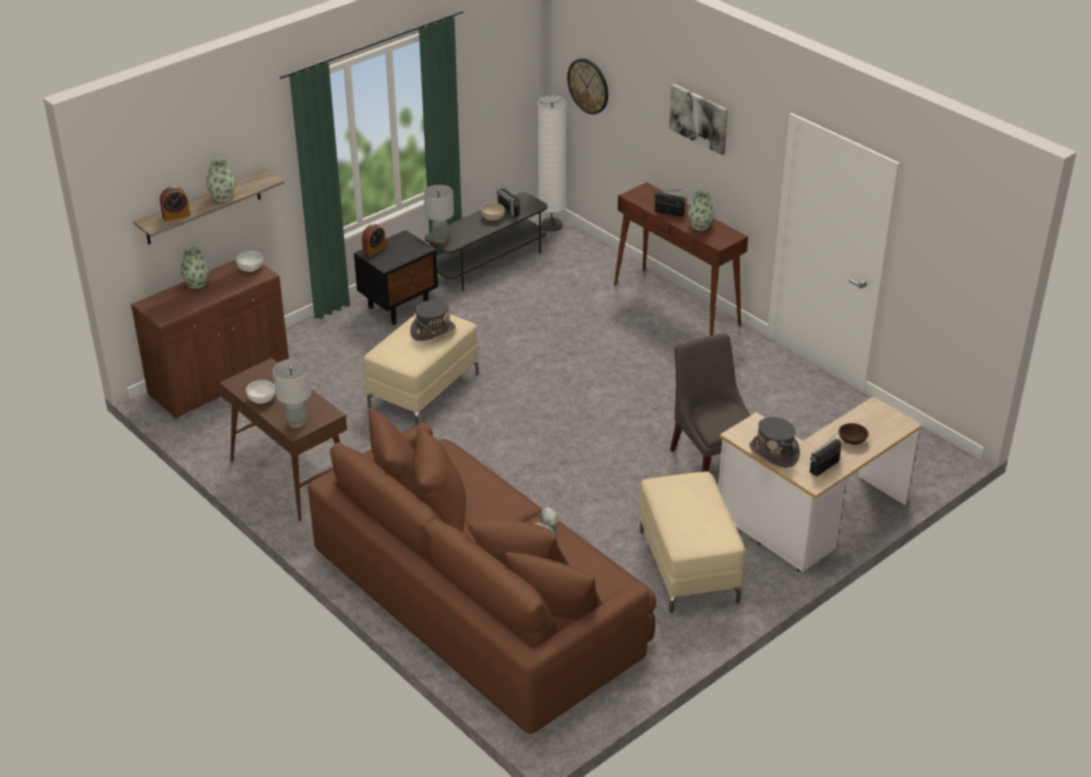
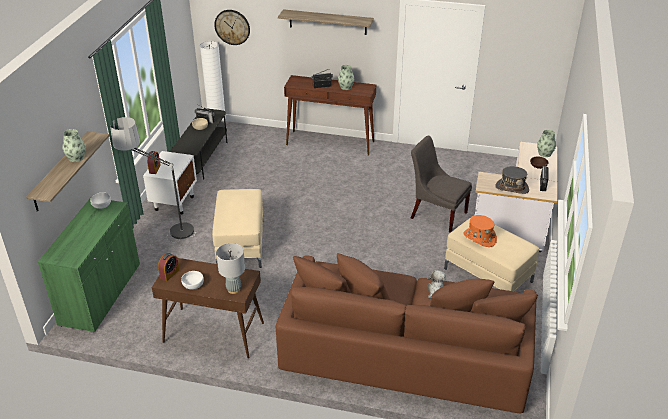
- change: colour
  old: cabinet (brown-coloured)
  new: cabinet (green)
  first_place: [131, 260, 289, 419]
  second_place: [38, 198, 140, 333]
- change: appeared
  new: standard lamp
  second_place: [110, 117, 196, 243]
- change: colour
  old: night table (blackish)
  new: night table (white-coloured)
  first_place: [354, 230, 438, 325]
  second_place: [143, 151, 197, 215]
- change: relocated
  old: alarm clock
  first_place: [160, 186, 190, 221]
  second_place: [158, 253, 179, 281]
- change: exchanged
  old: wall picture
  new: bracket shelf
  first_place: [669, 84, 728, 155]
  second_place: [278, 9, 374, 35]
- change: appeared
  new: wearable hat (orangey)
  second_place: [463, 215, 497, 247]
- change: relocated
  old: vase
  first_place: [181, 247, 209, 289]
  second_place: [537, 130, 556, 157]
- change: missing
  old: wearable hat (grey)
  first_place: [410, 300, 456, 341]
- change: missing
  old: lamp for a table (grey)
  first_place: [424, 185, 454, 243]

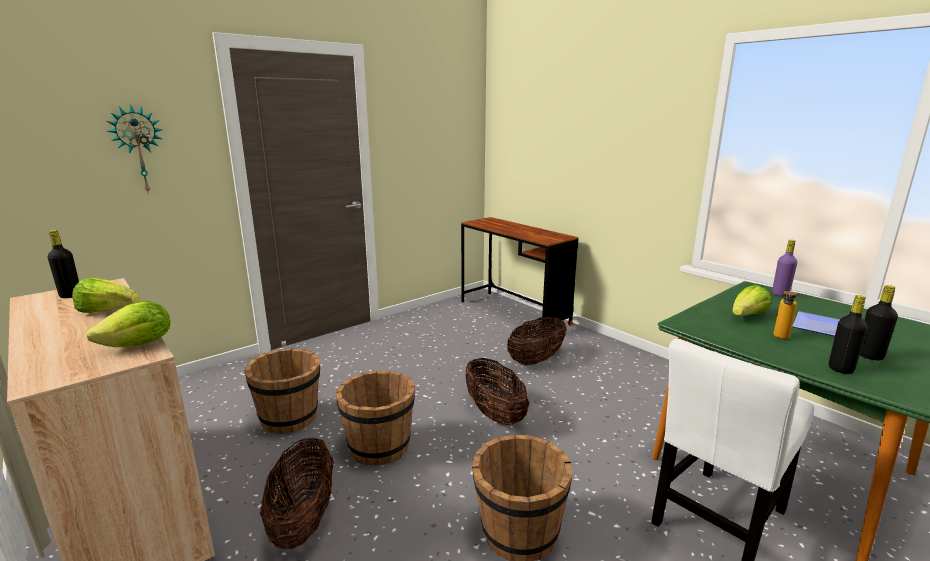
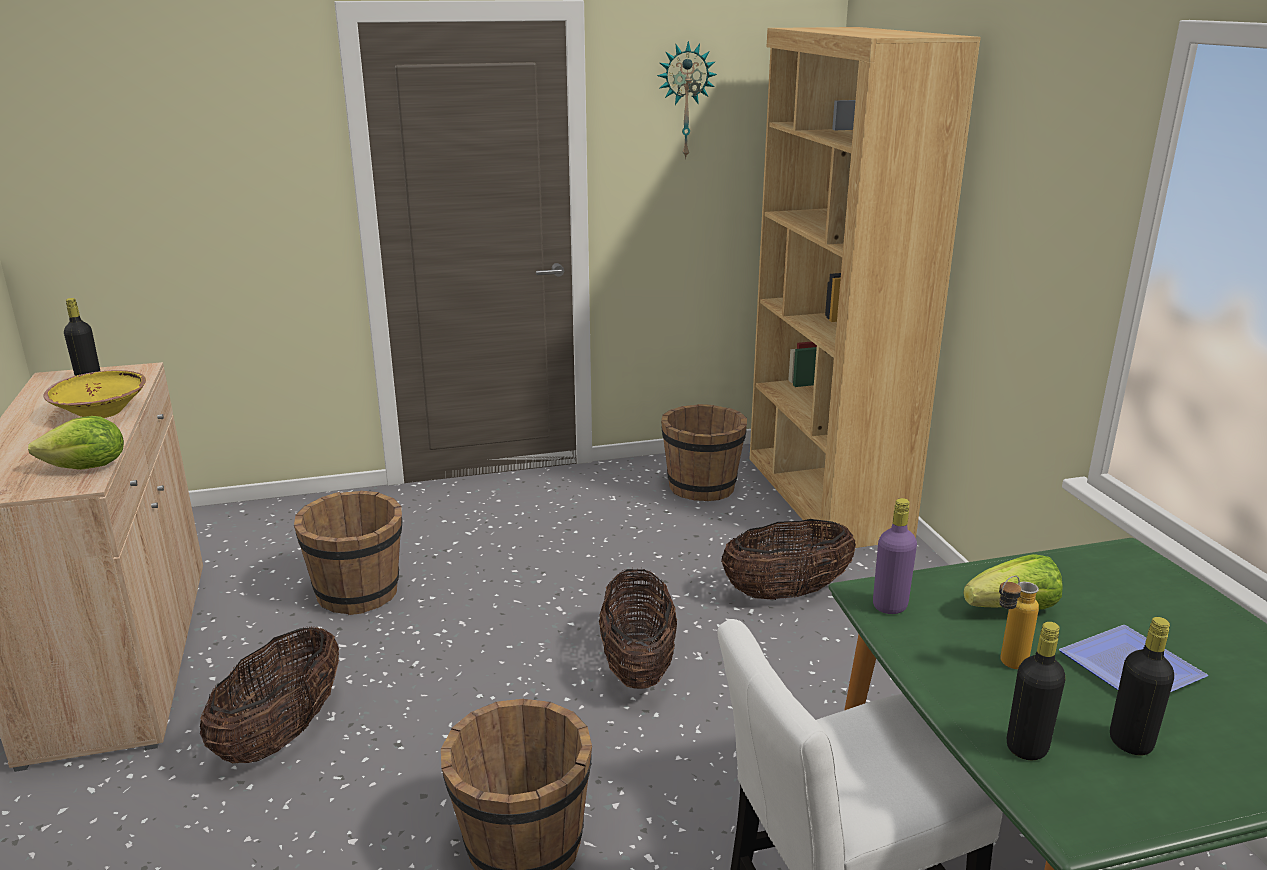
- change: exchanged
  old: lettuce head
  new: deep dish (yellow)
  first_place: [72, 277, 139, 313]
  second_place: [44, 370, 146, 418]
- change: relocated
  old: wall clock
  first_place: [107, 105, 162, 194]
  second_place: [657, 41, 717, 159]
- change: relocated
  old: pail (brown-coloured)
  first_place: [336, 371, 415, 465]
  second_place: [661, 404, 747, 501]
- change: exchanged
  old: desk table (brown-coloured)
  new: bookcase (brown-coloured)
  first_place: [461, 217, 578, 333]
  second_place: [750, 27, 981, 549]
- change: relocated
  old: drink bottle (purple-coloured)
  first_place: [772, 240, 797, 297]
  second_place: [873, 498, 917, 614]

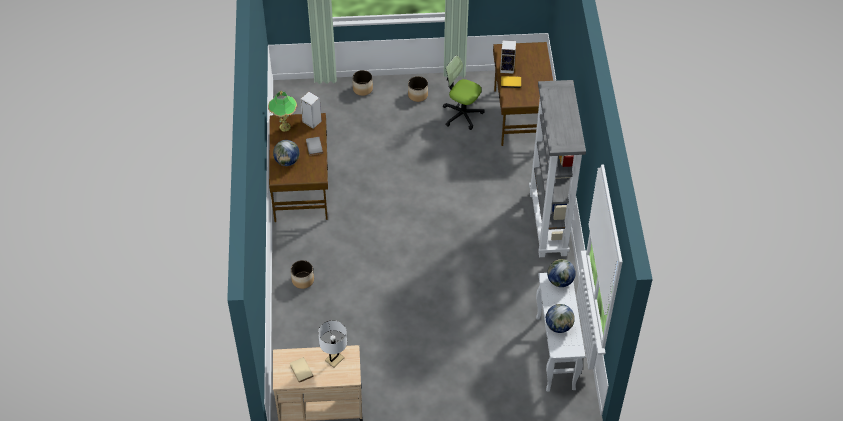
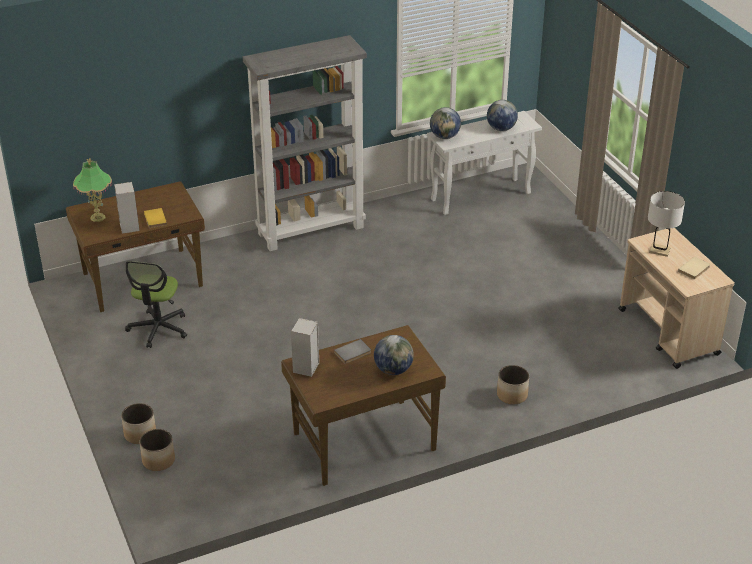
- change: relocated
  old: lamp for a table
  first_place: [268, 91, 297, 132]
  second_place: [73, 158, 112, 222]
- change: relocated
  old: planter
  first_place: [408, 76, 428, 102]
  second_place: [140, 429, 175, 471]

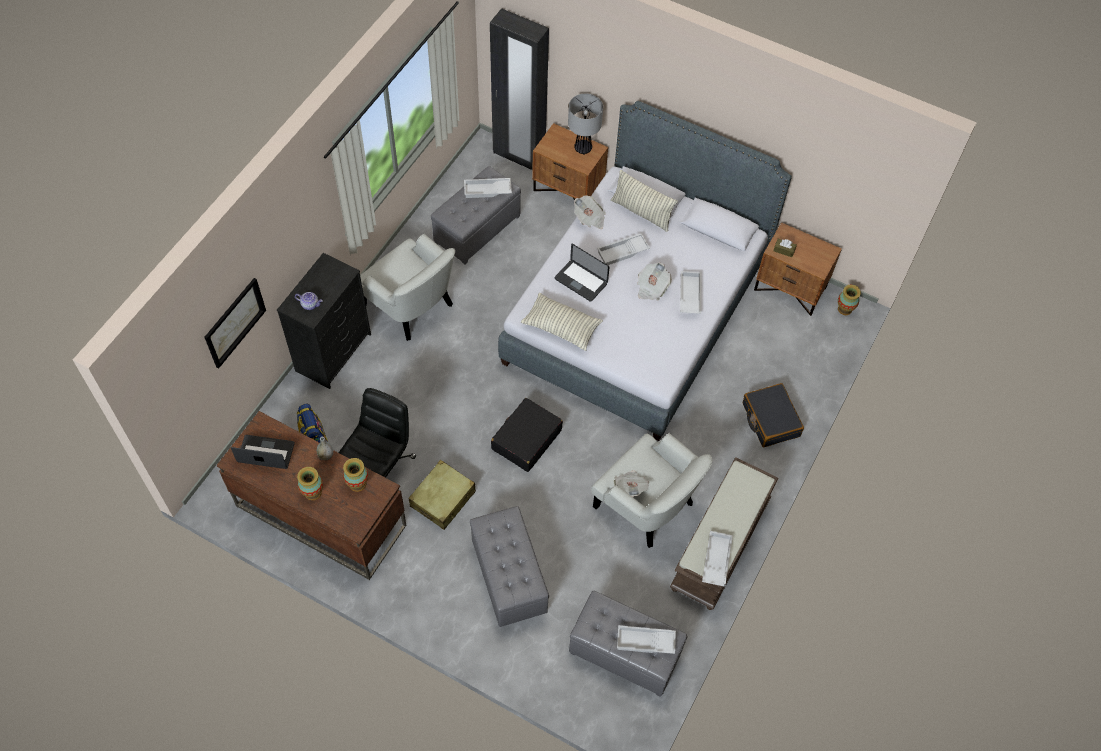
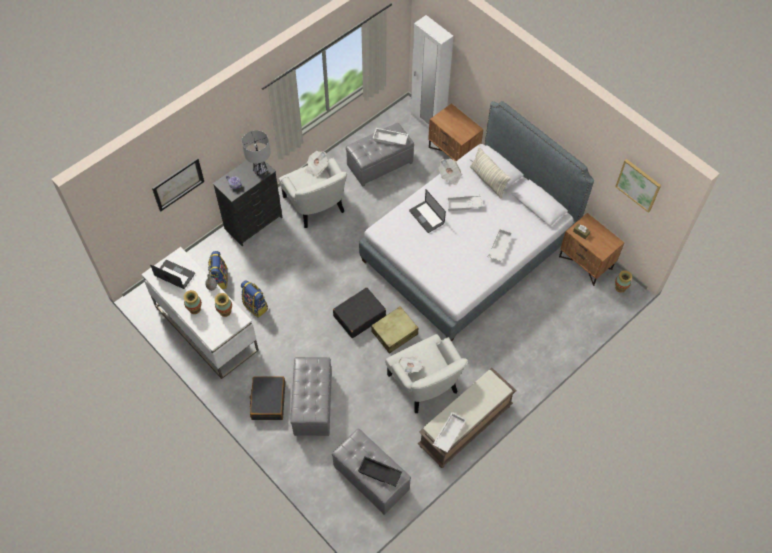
- change: colour
  old: desk table (brown-coloured)
  new: desk table (white-coloured)
  first_place: [216, 411, 406, 580]
  second_place: [141, 247, 259, 379]
- change: exchanged
  old: office chair (blackish)
  new: knapsack
  first_place: [339, 388, 416, 478]
  second_place: [241, 280, 268, 318]
- change: relocated
  old: lamp for a table
  first_place: [568, 94, 603, 155]
  second_place: [242, 130, 270, 176]
- change: relocated
  old: travel case (blackish)
  first_place: [743, 383, 804, 447]
  second_place: [249, 376, 285, 420]
- change: relocated
  old: newspaper
  first_place: [637, 263, 672, 300]
  second_place: [305, 151, 328, 176]
- change: colour
  old: tray (white-coloured)
  new: tray (blackish)
  first_place: [617, 625, 676, 654]
  second_place: [358, 456, 402, 487]
- change: relocated
  old: travel case (sand-coloured)
  first_place: [408, 460, 476, 530]
  second_place: [371, 306, 418, 354]
- change: colour
  old: clothes cupboard (blackish)
  new: clothes cupboard (white-coloured)
  first_place: [490, 8, 549, 170]
  second_place: [411, 15, 454, 129]
- change: appeared
  new: wall picture
  second_place: [615, 159, 661, 213]
- change: missing
  old: pillow
  first_place: [521, 293, 603, 351]

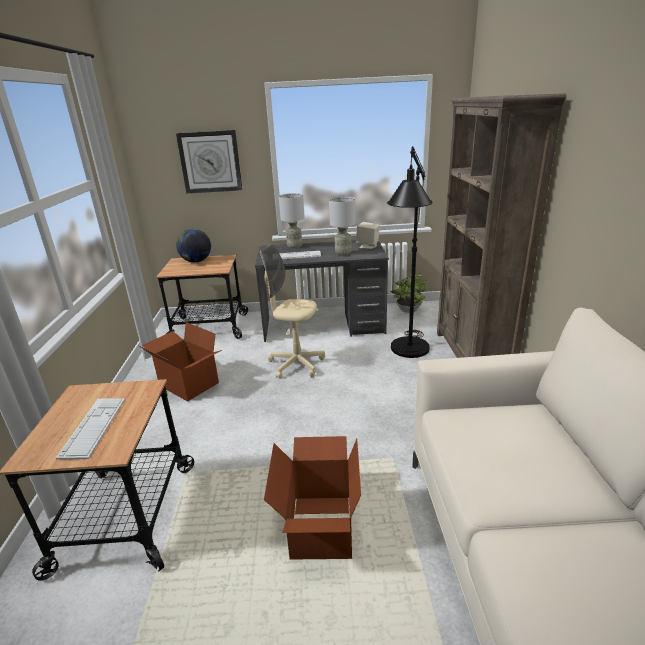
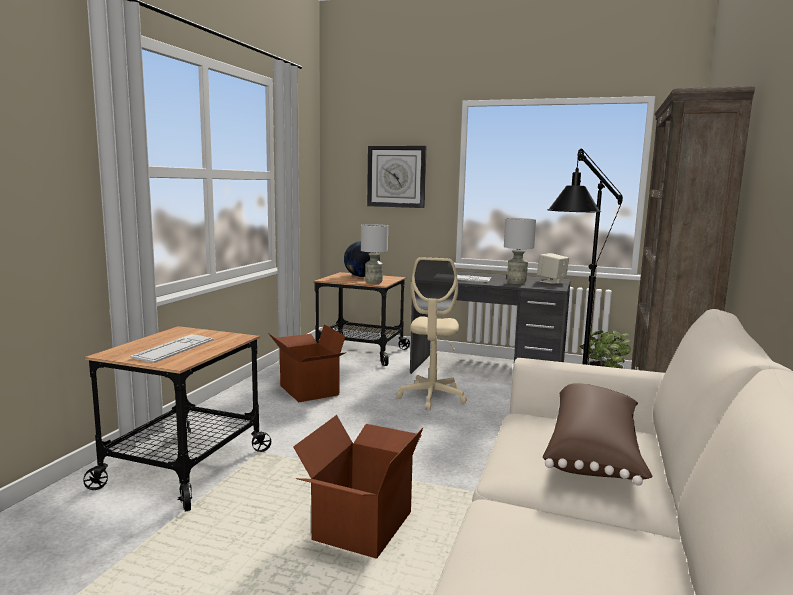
- change: relocated
  old: lamp for a table (grey)
  first_place: [279, 193, 305, 249]
  second_place: [361, 224, 388, 284]
- change: spun
  old: office chair (sand-coloured)
  first_place: [260, 244, 325, 379]
  second_place: [396, 257, 467, 410]
  degrees: -120
- change: appeared
  new: pillow (brown-coloured)
  second_place: [543, 383, 652, 486]

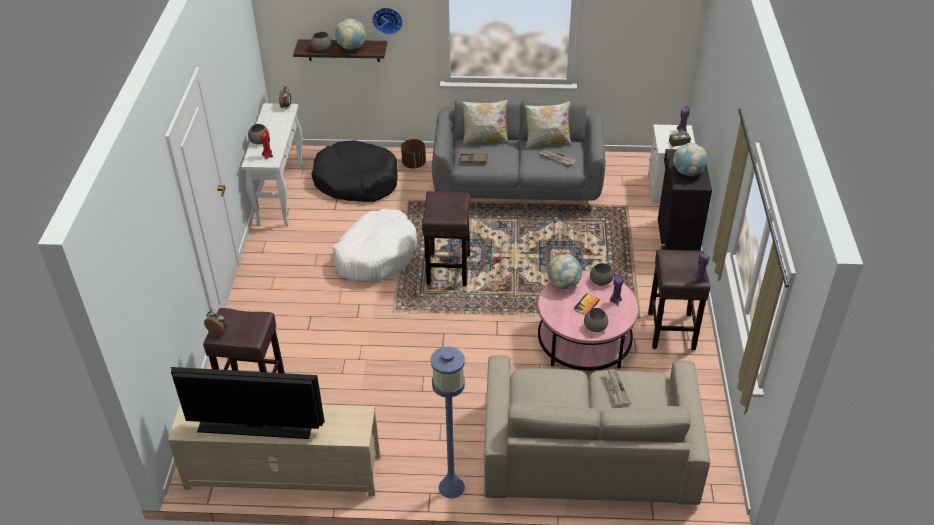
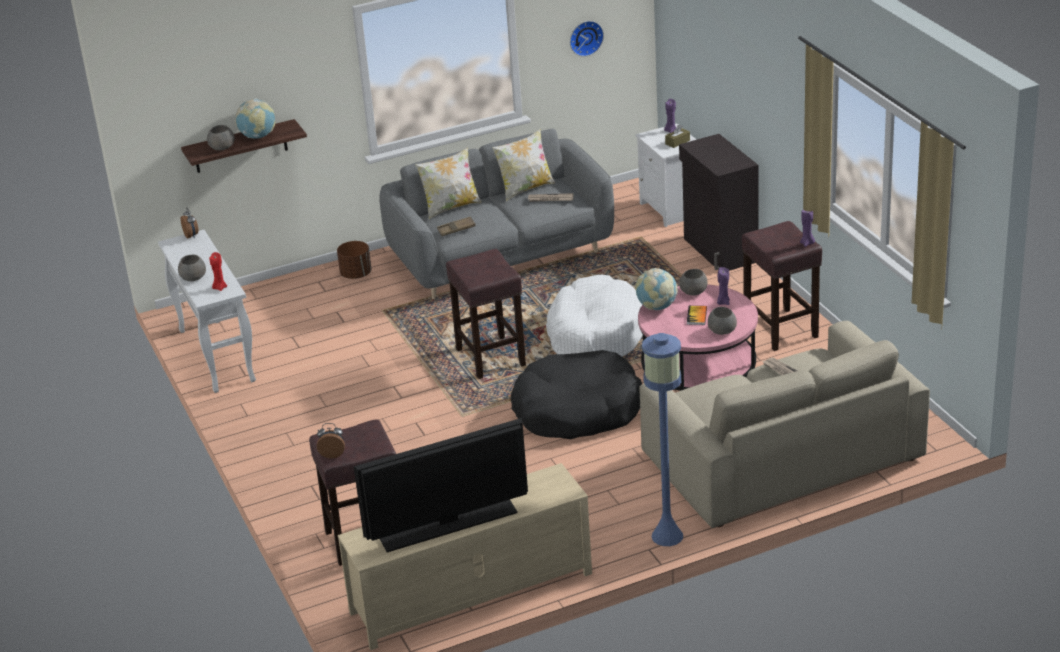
- change: relocated
  old: dog bed (blackish)
  first_place: [311, 140, 397, 202]
  second_place: [511, 350, 642, 439]
- change: relocated
  old: dog bed (white-coloured)
  first_place: [332, 208, 417, 282]
  second_place: [546, 275, 643, 357]
- change: relocated
  old: wall clock
  first_place: [372, 7, 403, 35]
  second_place: [570, 21, 604, 57]
- change: missing
  old: world globe
  first_place: [673, 143, 707, 176]

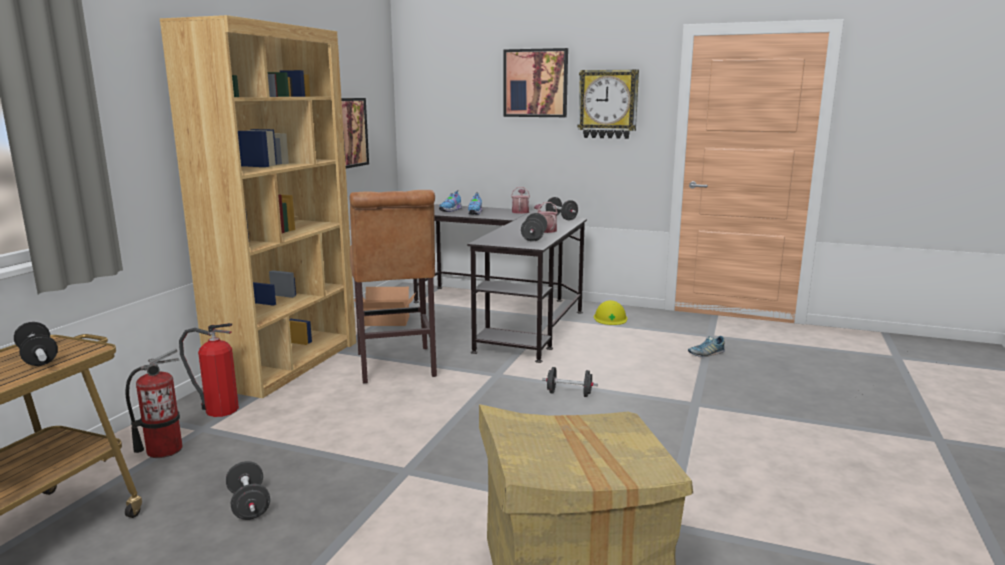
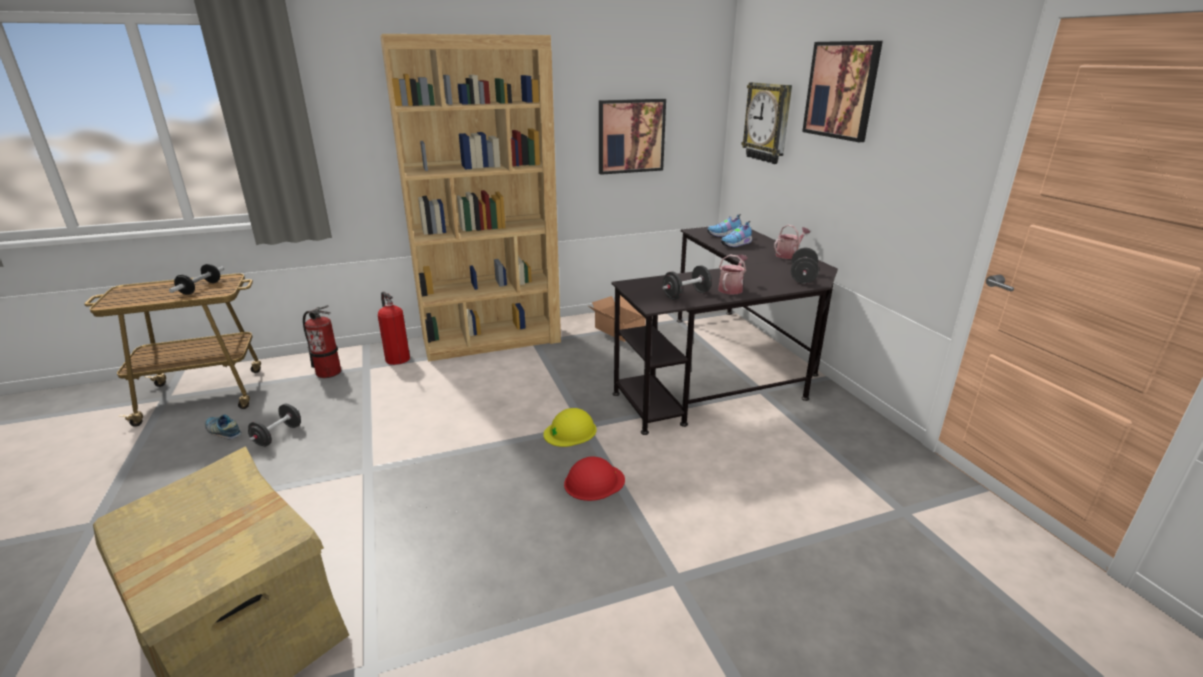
- change: relocated
  old: low shoe
  first_place: [688, 336, 725, 357]
  second_place: [205, 415, 242, 439]
- change: relocated
  old: safety helmet (yellow)
  first_place: [594, 300, 627, 325]
  second_place: [543, 408, 597, 447]
- change: exchanged
  old: dumbbell (blackish)
  new: safety helmet (red)
  first_place: [542, 367, 598, 397]
  second_place: [564, 457, 625, 501]
- change: relocated
  old: wall clock
  first_place: [578, 69, 639, 139]
  second_place: [741, 82, 792, 164]
- change: missing
  old: stool (brown-coloured)
  first_place: [349, 190, 437, 384]

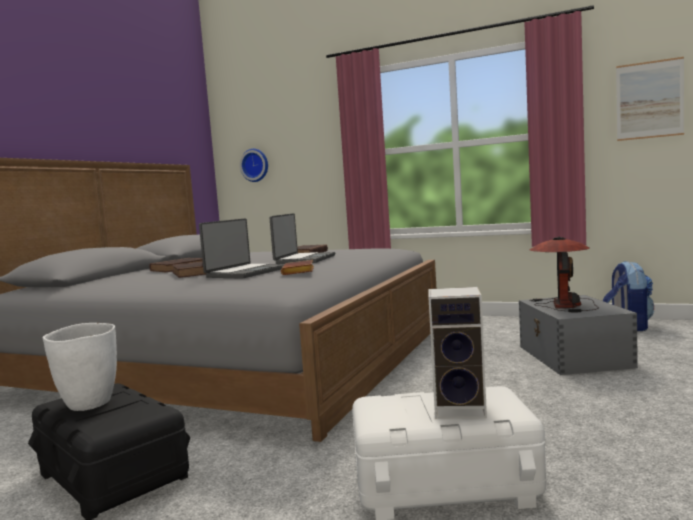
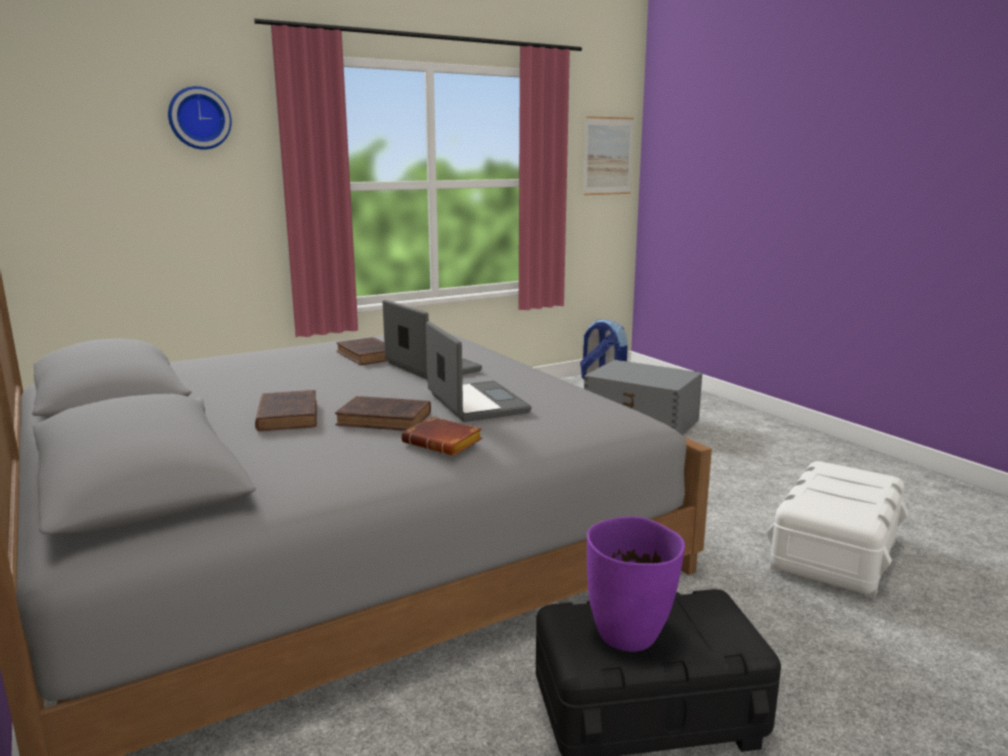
- change: relocated
  old: wall clock
  first_place: [240, 149, 268, 182]
  second_place: [168, 86, 232, 150]
- change: relocated
  old: bound book (brown-coloured)
  first_place: [281, 260, 314, 275]
  second_place: [401, 417, 482, 456]
- change: colour
  old: vase (white-coloured)
  new: vase (purple-coloured)
  first_place: [42, 323, 117, 411]
  second_place: [587, 516, 685, 652]
- change: missing
  old: speaker
  first_place: [428, 287, 487, 419]
- change: missing
  old: lamp for a table
  first_place: [529, 237, 599, 312]

